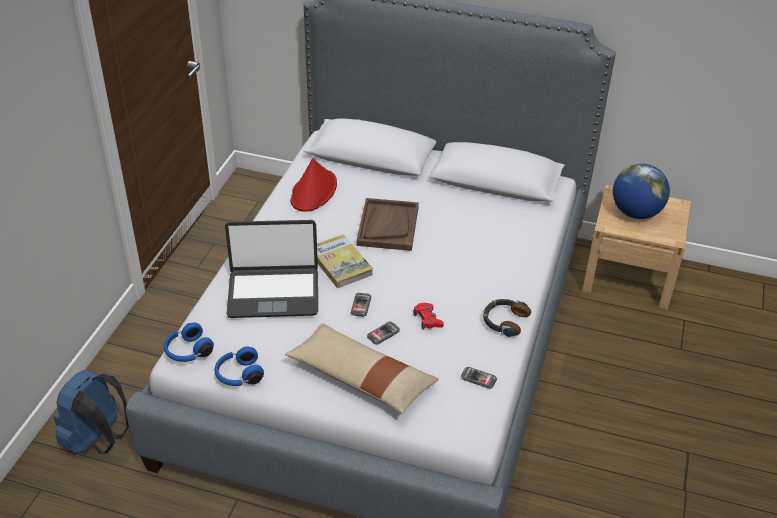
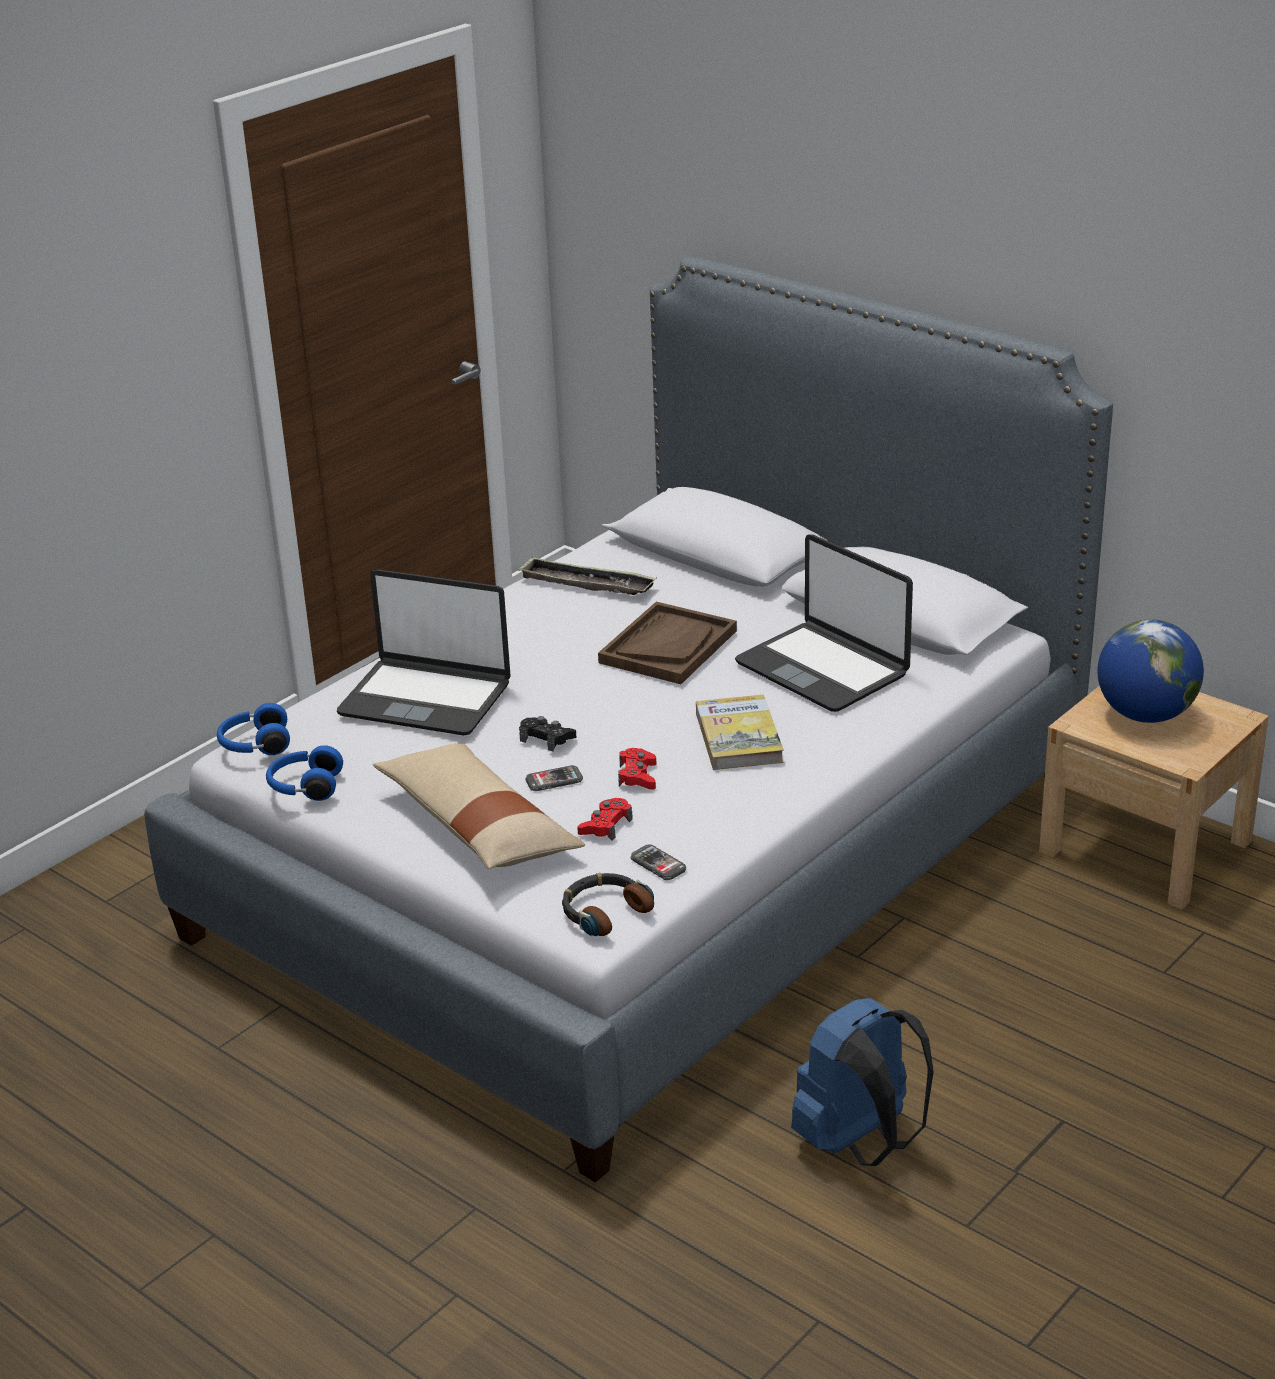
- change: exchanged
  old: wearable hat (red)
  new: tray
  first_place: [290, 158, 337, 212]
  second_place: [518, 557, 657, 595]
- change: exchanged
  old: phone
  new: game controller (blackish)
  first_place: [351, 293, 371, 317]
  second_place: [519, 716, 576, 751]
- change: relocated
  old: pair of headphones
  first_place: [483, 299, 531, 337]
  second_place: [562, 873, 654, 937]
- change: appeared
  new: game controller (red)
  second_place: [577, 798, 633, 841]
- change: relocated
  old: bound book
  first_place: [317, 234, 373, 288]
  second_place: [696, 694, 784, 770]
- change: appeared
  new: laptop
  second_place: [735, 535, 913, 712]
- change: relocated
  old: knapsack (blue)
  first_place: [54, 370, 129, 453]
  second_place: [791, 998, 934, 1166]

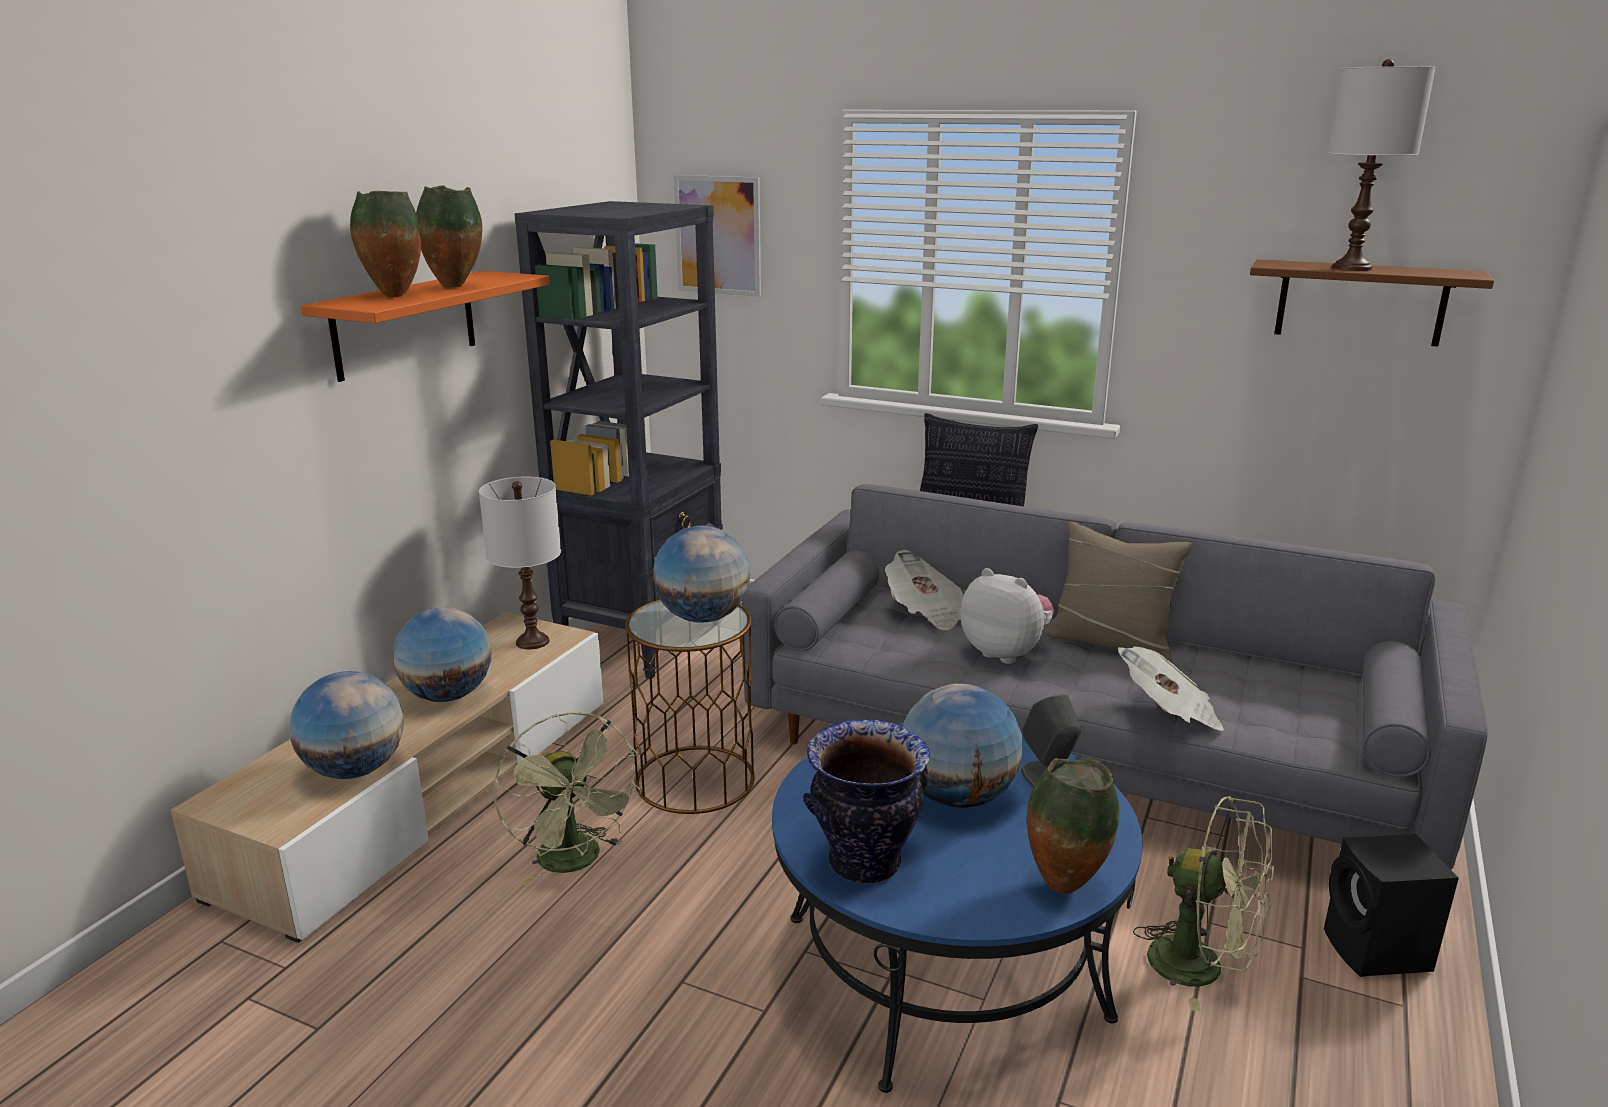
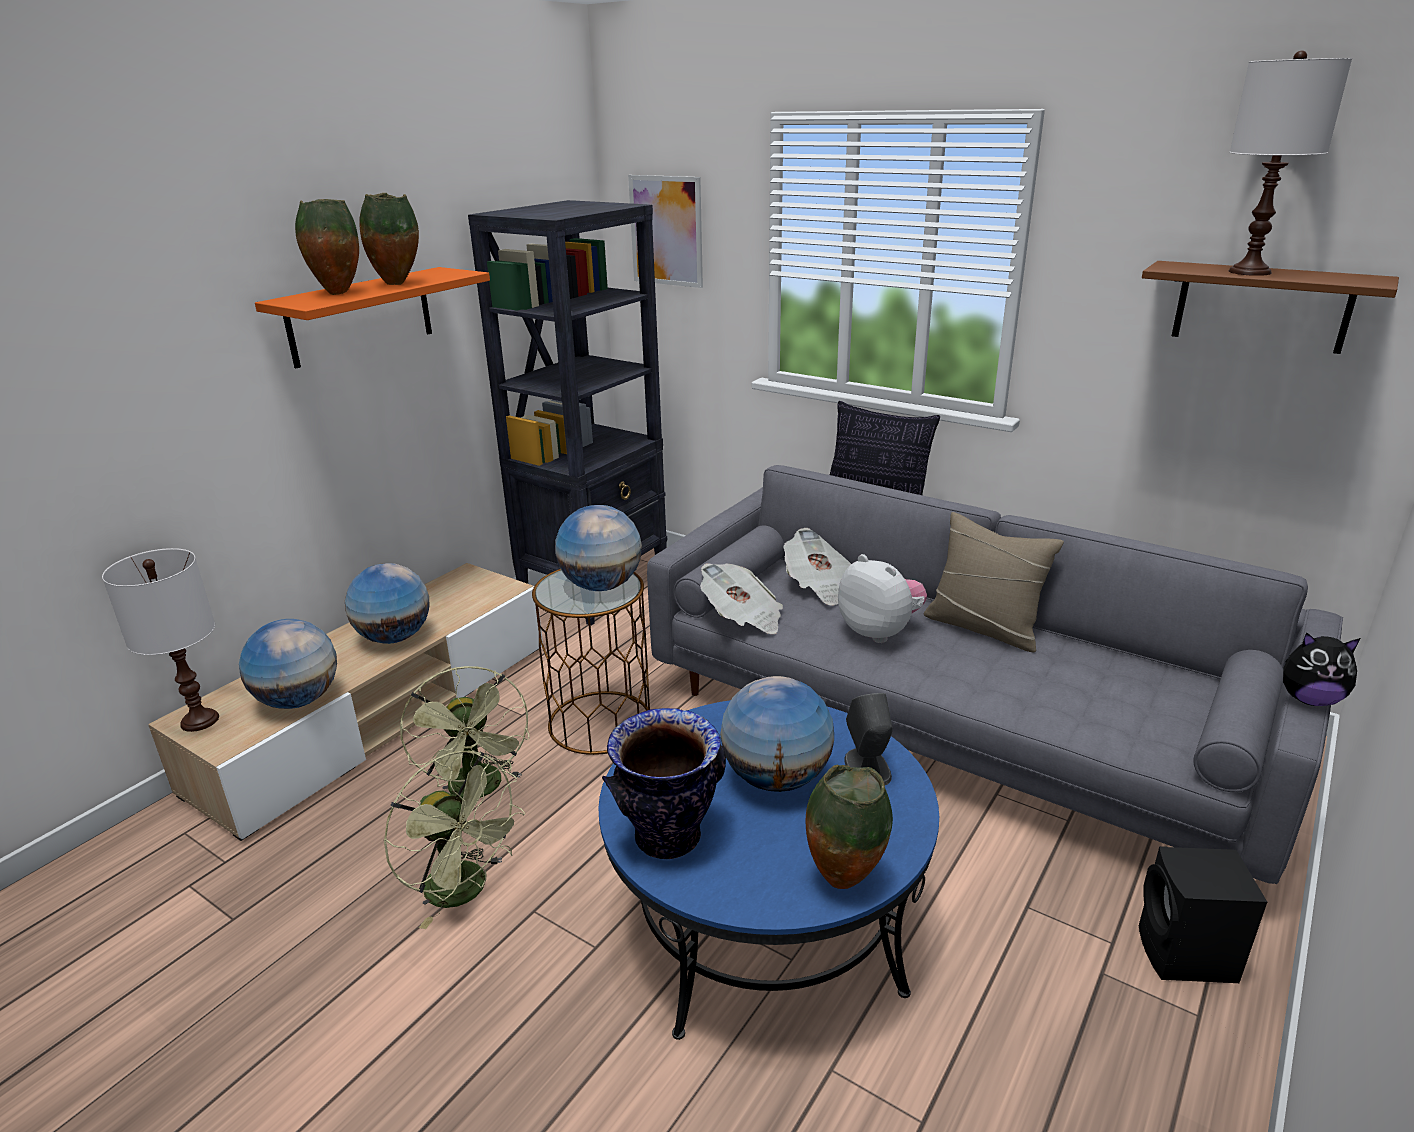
- change: relocated
  old: lamp for a table (white-coloured)
  first_place: [479, 476, 561, 649]
  second_place: [102, 548, 219, 732]
- change: relocated
  old: electric fan (green)
  first_place: [1133, 796, 1274, 1011]
  second_place: [383, 750, 525, 929]
- change: relocated
  old: newspaper
  first_place: [1118, 646, 1225, 731]
  second_place: [700, 563, 783, 634]
- change: appeared
  new: soft toy
  second_place: [1283, 632, 1360, 706]

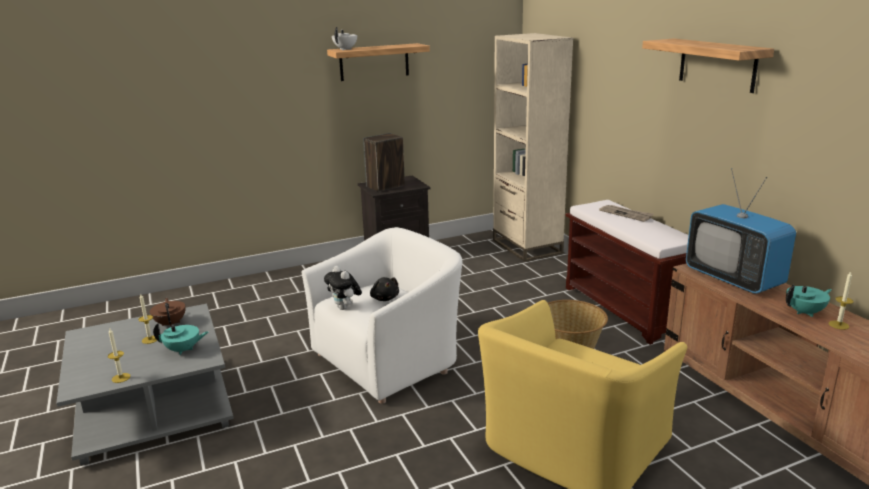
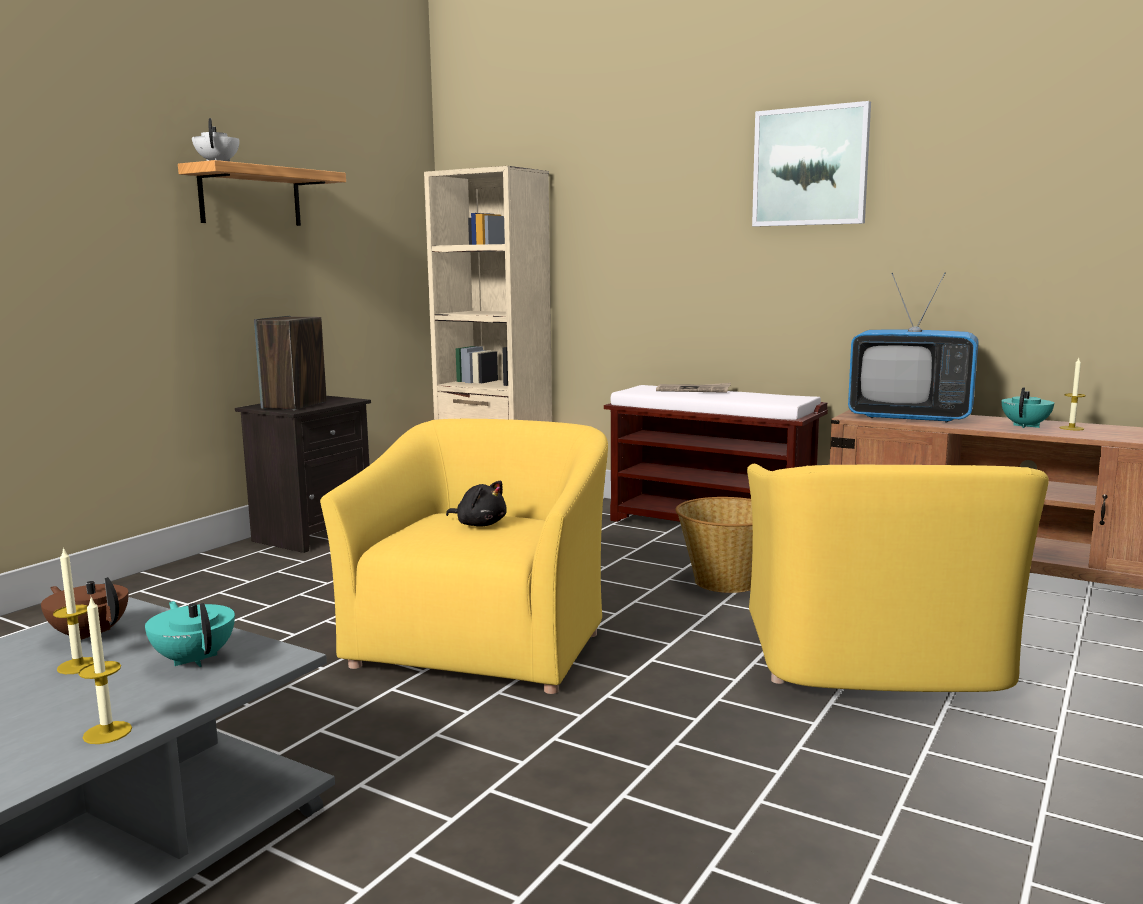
- change: spun
  old: tea pot (turquoise-coloured)
  first_place: [153, 323, 209, 355]
  second_place: [145, 601, 235, 667]
  degrees: -90
- change: colour
  old: easy chair (white-coloured)
  new: easy chair (yellow)
  first_place: [301, 227, 462, 404]
  second_place: [320, 419, 608, 694]
- change: exchanged
  old: bracket shelf
  new: wall picture
  first_place: [642, 39, 774, 93]
  second_place: [752, 101, 871, 227]
- change: missing
  old: soft toy
  first_place: [324, 266, 362, 310]

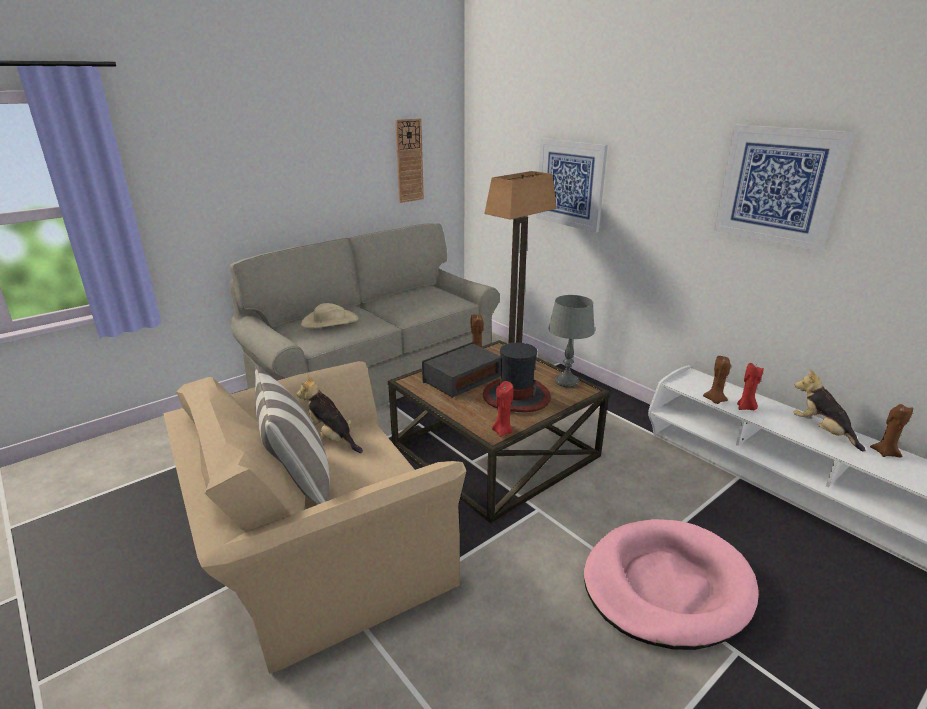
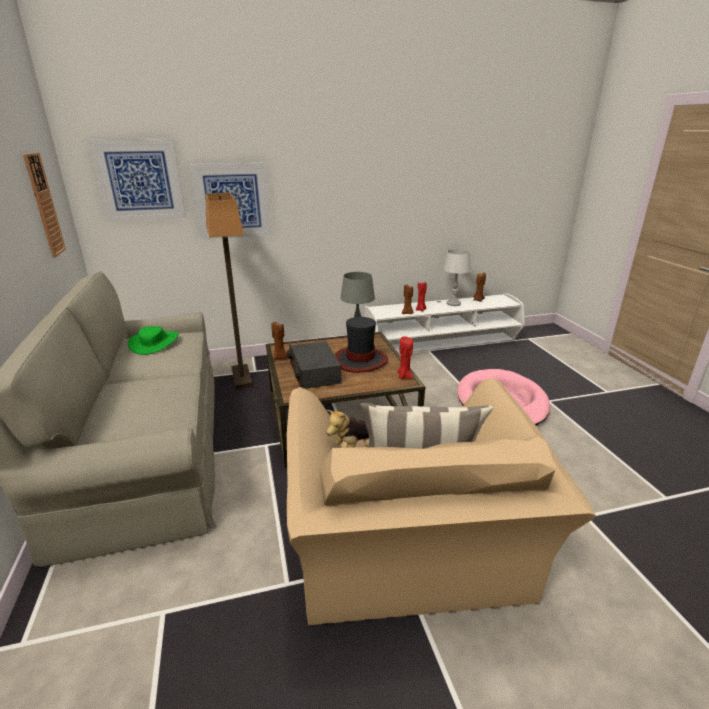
- change: relocated
  old: wall picture
  first_place: [714, 125, 854, 251]
  second_place: [89, 139, 186, 221]
- change: appeared
  new: wearable hat (green)
  second_place: [128, 326, 179, 355]
- change: exchanged
  old: soft toy
  new: lamp for a table (grey)
  first_place: [794, 369, 865, 452]
  second_place: [443, 249, 471, 306]
- change: missing
  old: wearable hat (sand-coloured)
  first_place: [301, 303, 358, 329]

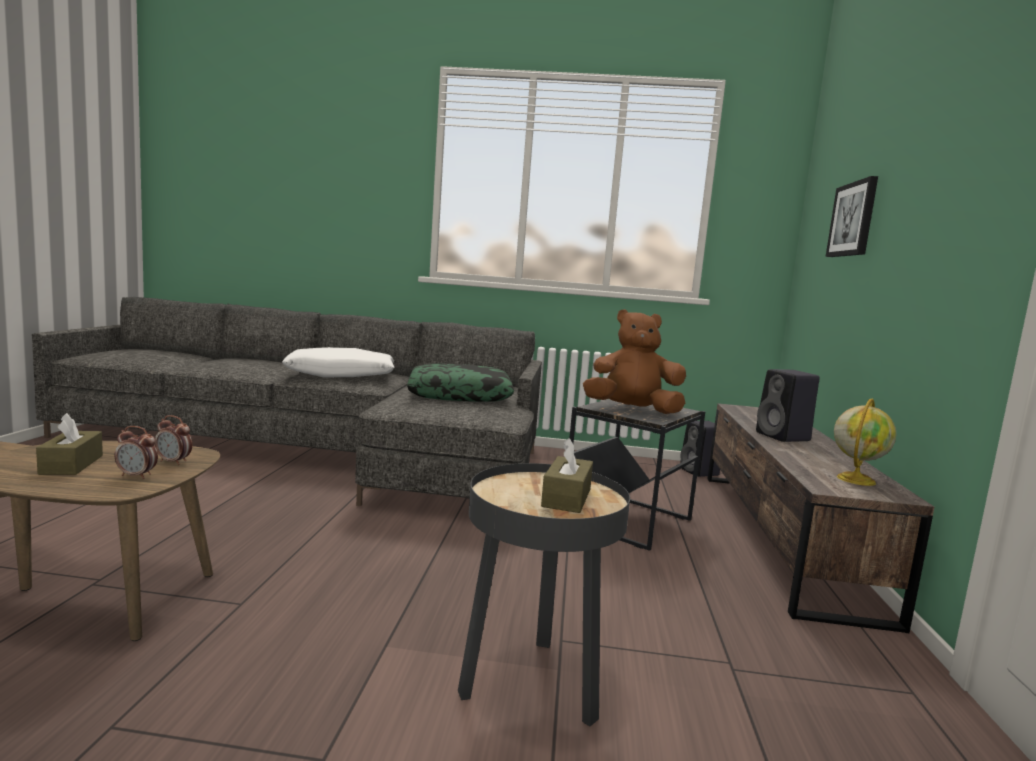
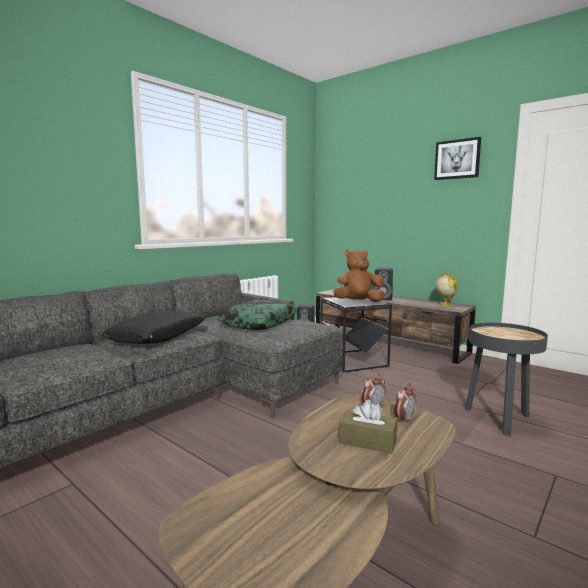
- change: colour
  old: pillow (white-coloured)
  new: pillow (blackish)
  first_place: [282, 347, 394, 377]
  second_place: [102, 311, 205, 344]
- change: spun
  old: soft toy (brown-coloured)
  first_place: [583, 309, 686, 414]
  second_place: [333, 249, 385, 302]
  degrees: 45
- change: relocated
  old: wall picture
  first_place: [826, 176, 878, 257]
  second_place: [434, 137, 481, 180]
- change: missing
  old: box of tissues (brown-coloured)
  first_place: [541, 438, 593, 513]

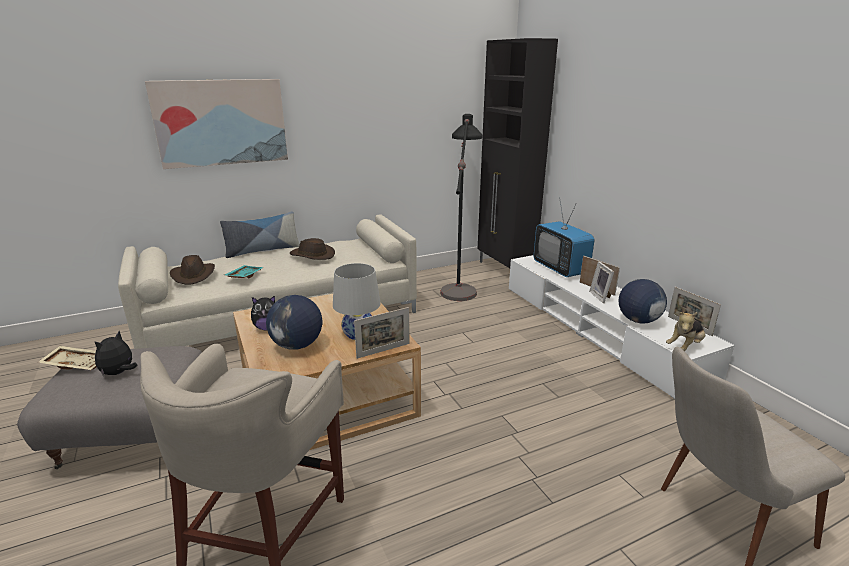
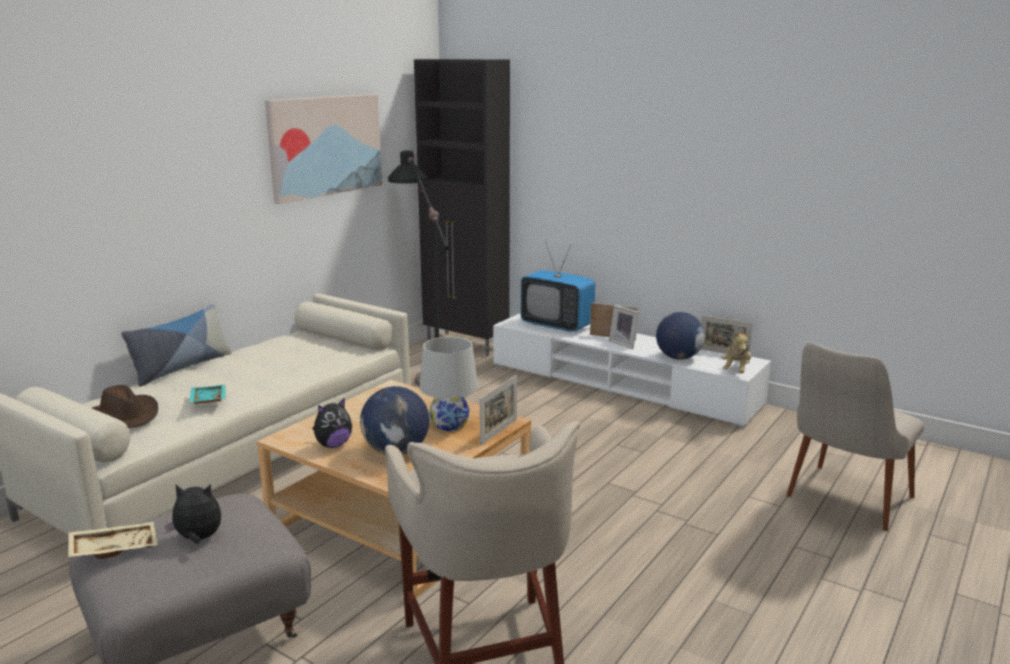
- change: spun
  old: soft toy
  first_place: [94, 331, 137, 376]
  second_place: [164, 484, 221, 544]
  degrees: 90
- change: relocated
  old: wall picture
  first_place: [145, 79, 288, 169]
  second_place: [265, 94, 382, 204]
- change: missing
  old: wearable hat (brown-coloured)
  first_place: [290, 238, 335, 260]

